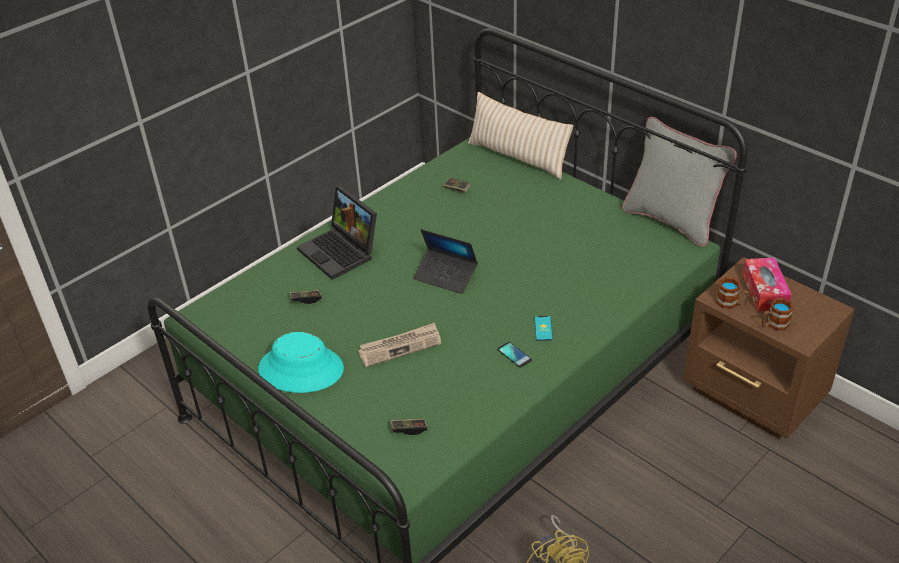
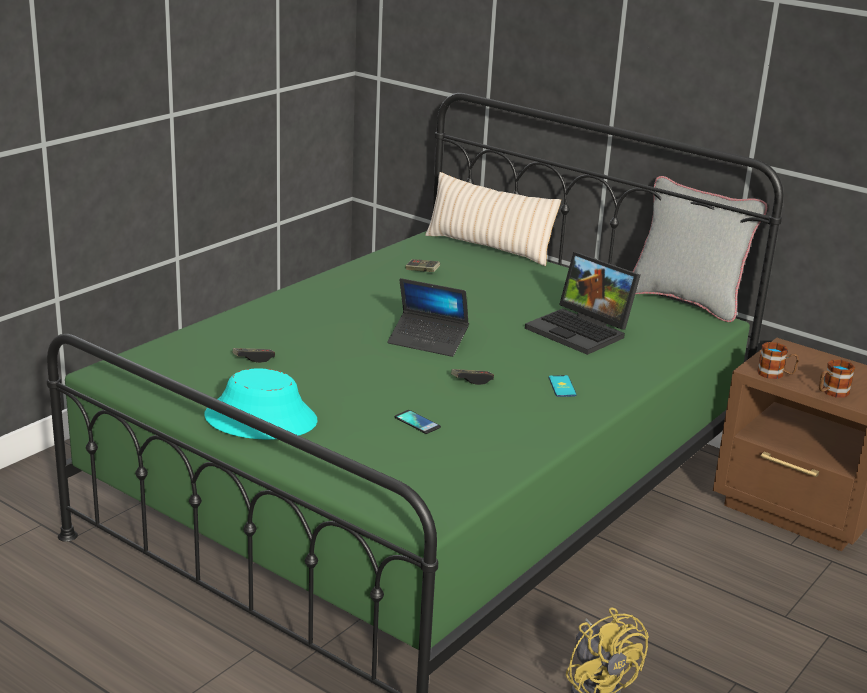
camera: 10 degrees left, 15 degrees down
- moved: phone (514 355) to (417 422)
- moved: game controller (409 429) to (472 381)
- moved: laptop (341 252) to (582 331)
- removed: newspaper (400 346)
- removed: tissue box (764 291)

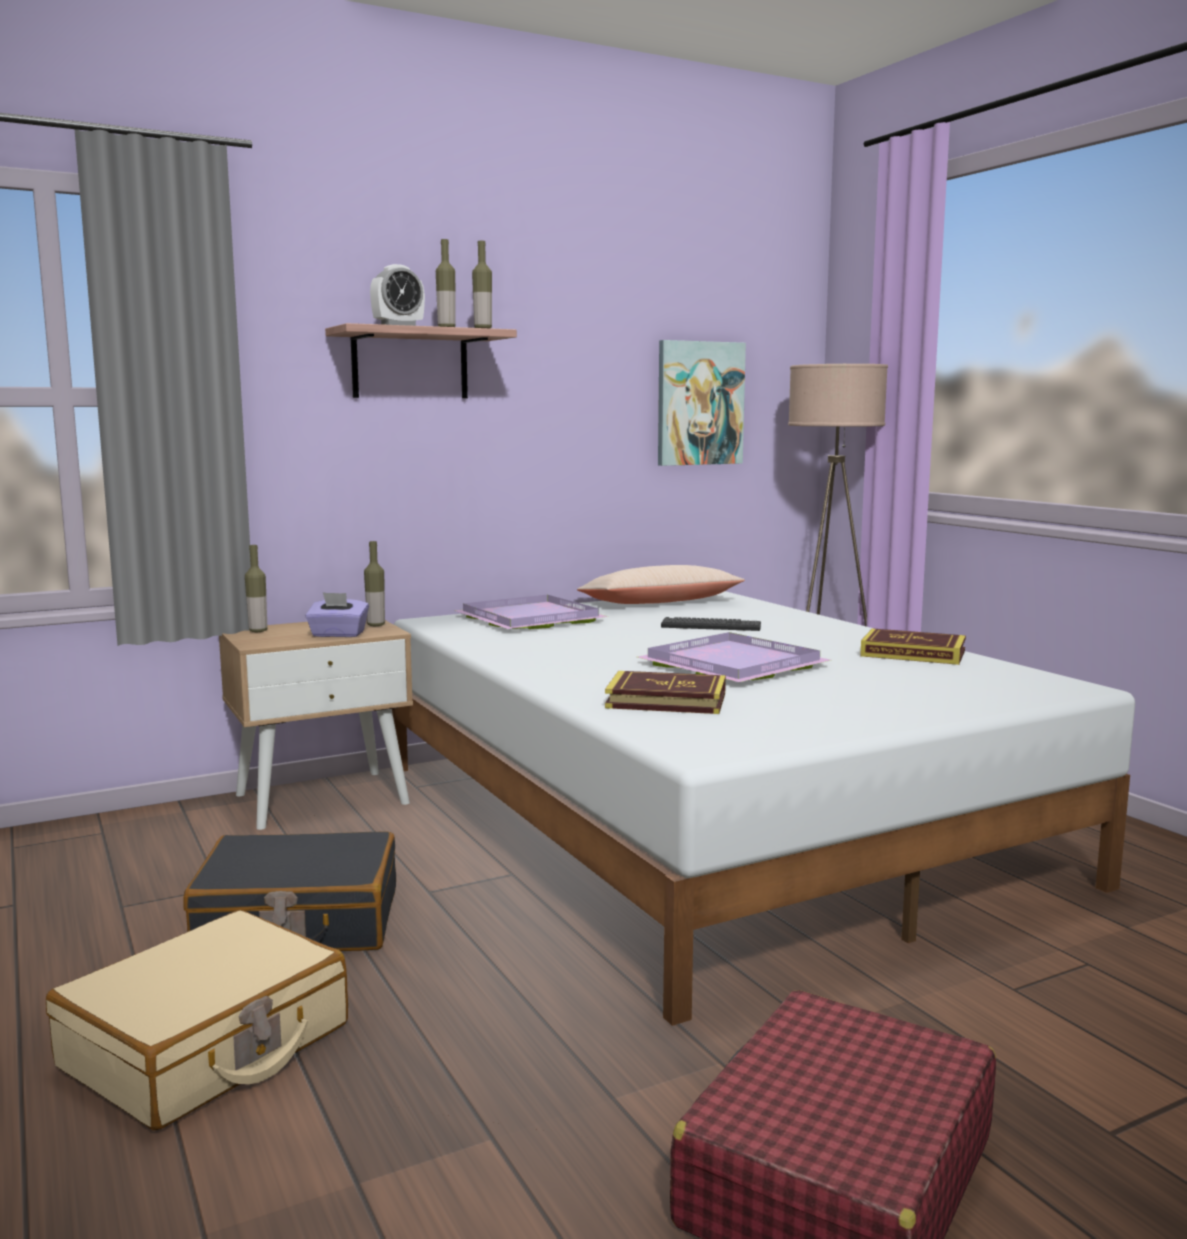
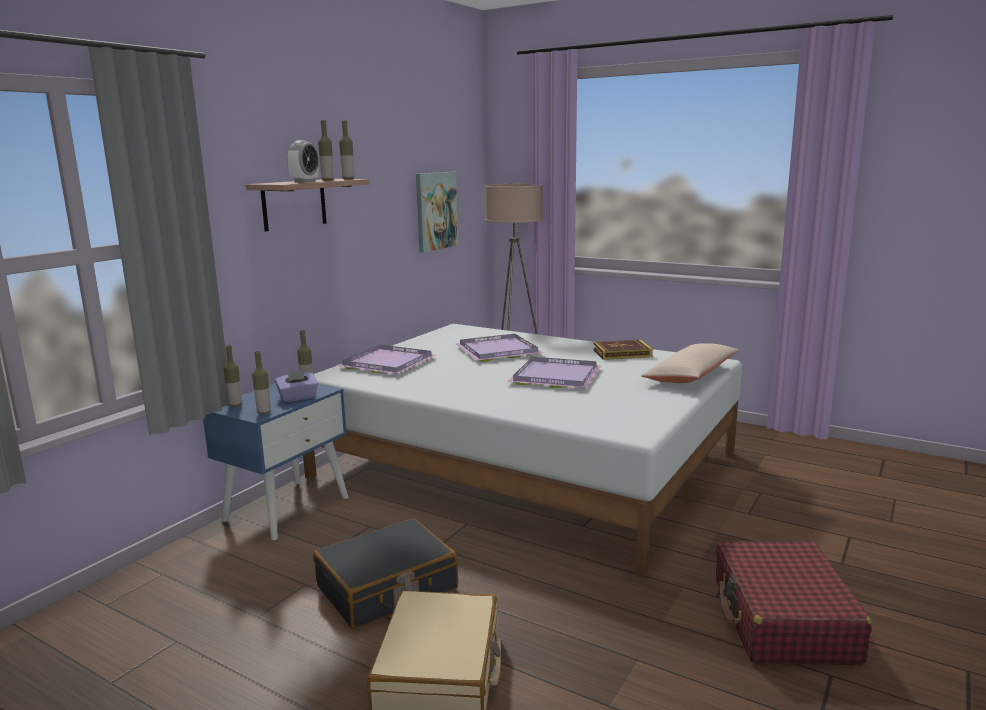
camera: 30 degrees left, 5 degrees up
- recoloured: nightstand (beige) (322 798) to nightstand (blue) (287 508)
- added: bottle (264 412)
- replaced: keyboard (711 626) to tray (purple) (497 351)
- moved: pillow (beige) (660 603) to (691 375)
- removed: book (666 700)

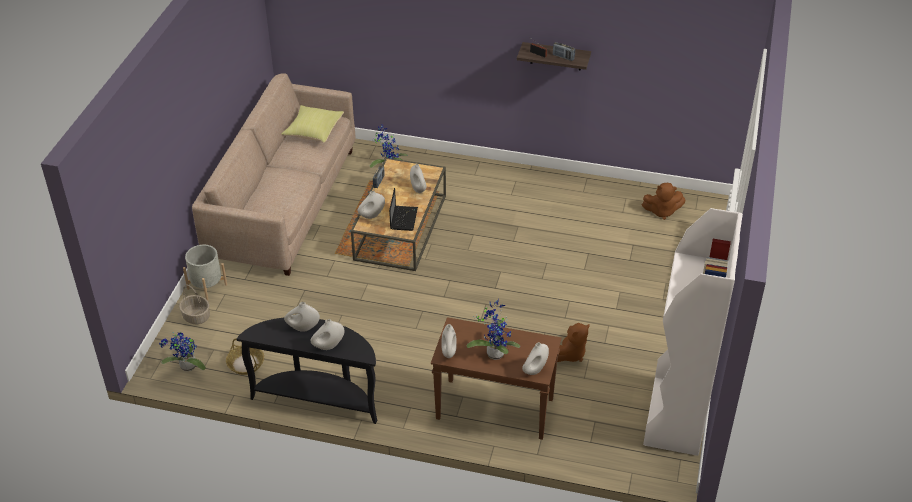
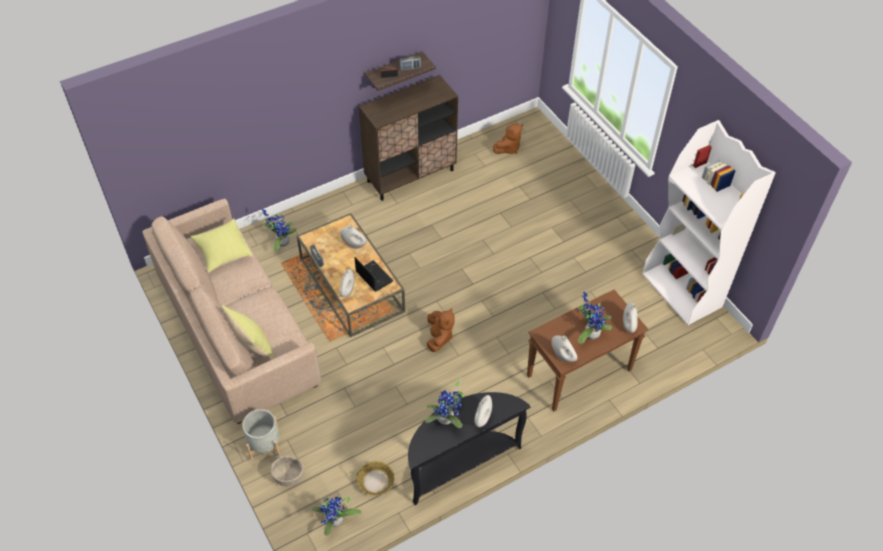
camera: 45 degrees left, 10 degrees up
- added: pillow (yellow) (251 345)
- added: cabinet (brown) (411 175)
- replaced: vase (white) (303 328) to potted plant (447 419)
- moved: plush toy (brown) (570 354) to (439 337)

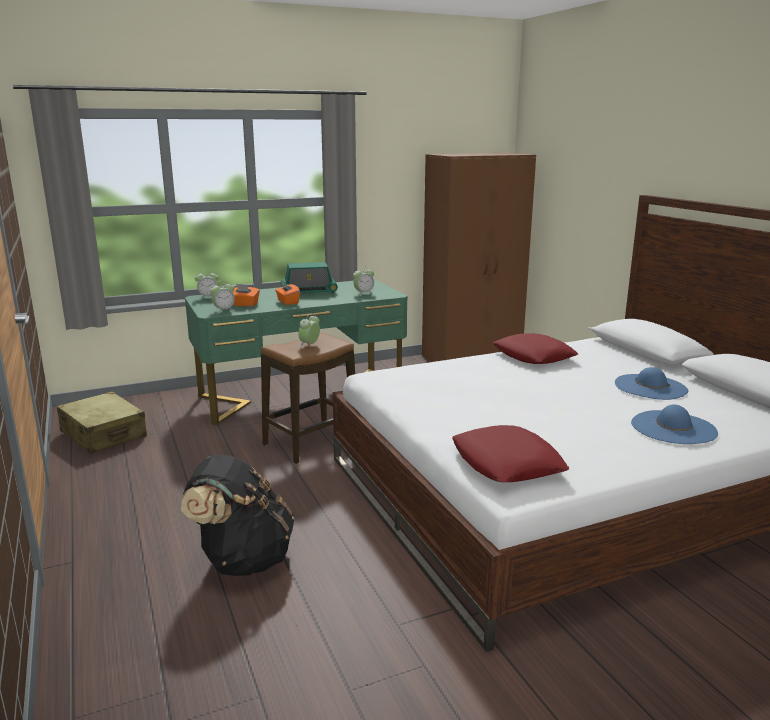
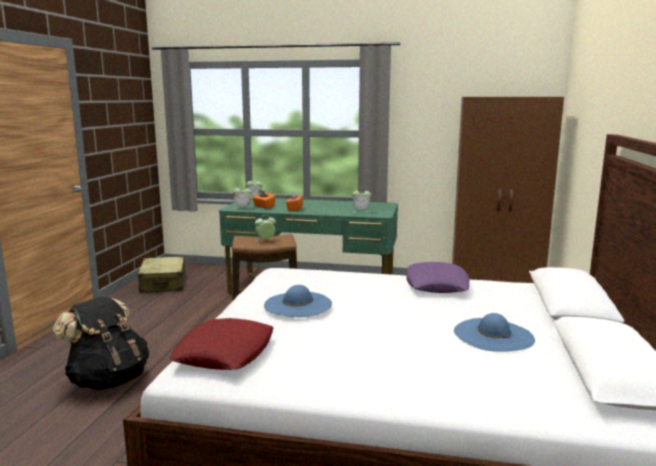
camera: 35 degrees right, 5 degrees down
- moved: hat (blue) (673 427) to (298 304)
- recoloured: pillow (red) (533 356) to pillow (purple) (437 285)
- removed: radio (309 292)

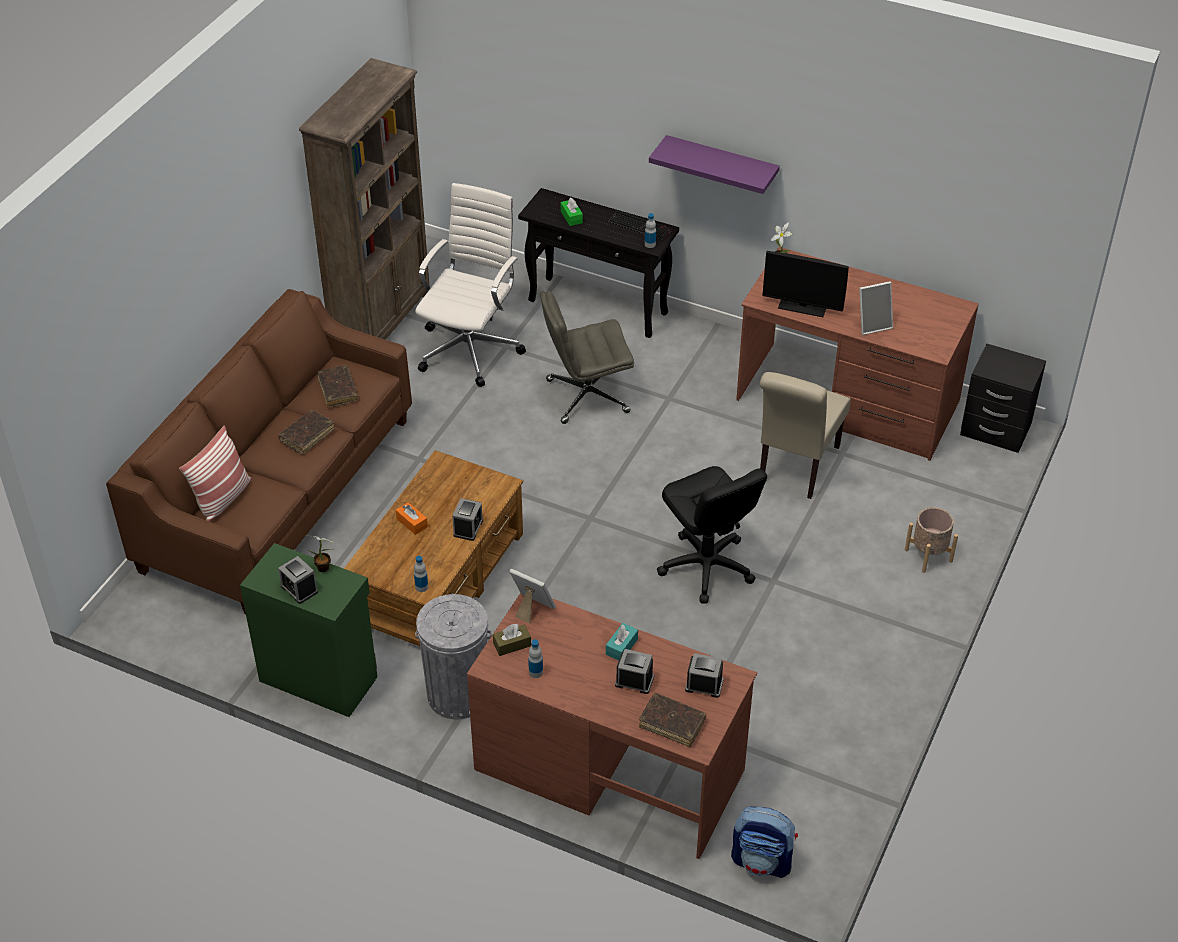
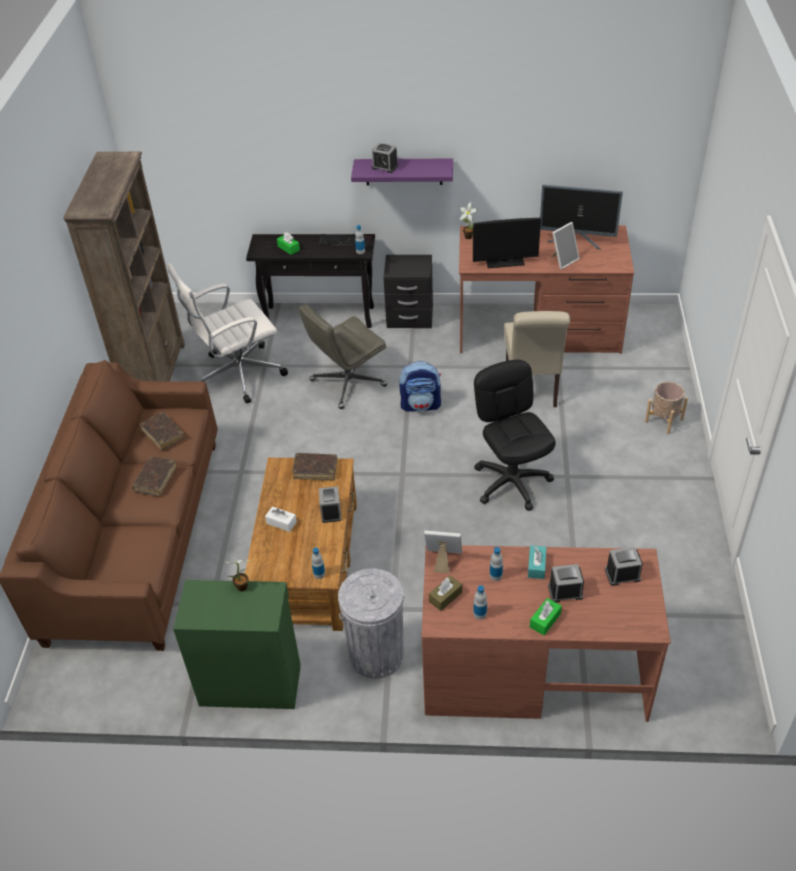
camera: 20 degrees left, 0 degrees up
- turned: office chair (white) (471 348) = (238 374) 120 degrees counterclockwise
- recoloured: tissue box (orange) (412 523) to tissue box (white) (281 523)
- moved: book (brown) (672 723) to (315 470)
- moved: alarm clock (299 589) to (385 167)
- moved: nightstand (black) (995 429) to (410 317)
- moved: backpack (762 861) to (421 405)
- turned: office chair (black) (706 567) = (512 482) 150 degrees counterclockwise
- added: bottle (496 576)
- added: tissue box (green) (545 620)
- added: monitor (577 240)
- removed: pillow (222 499)

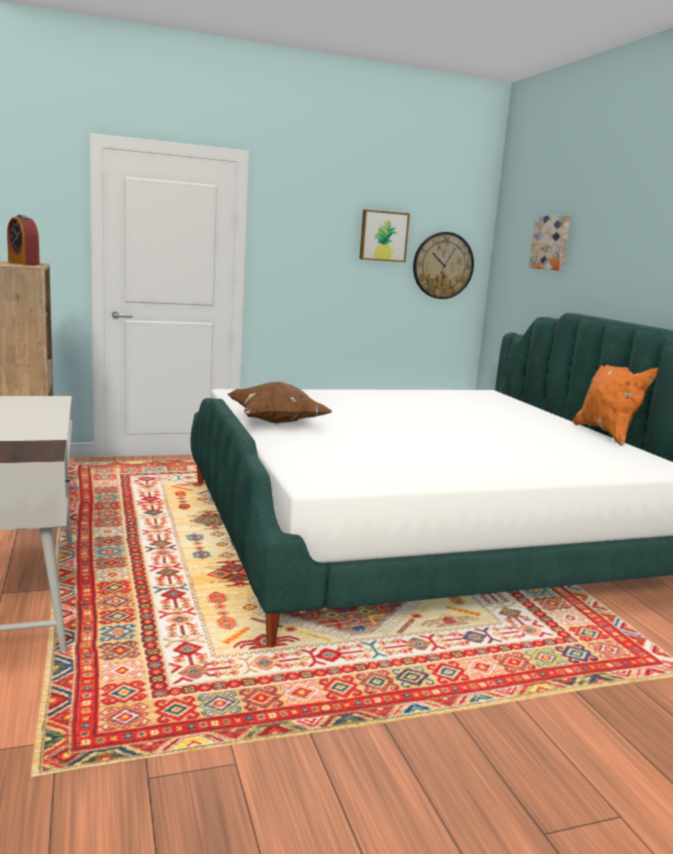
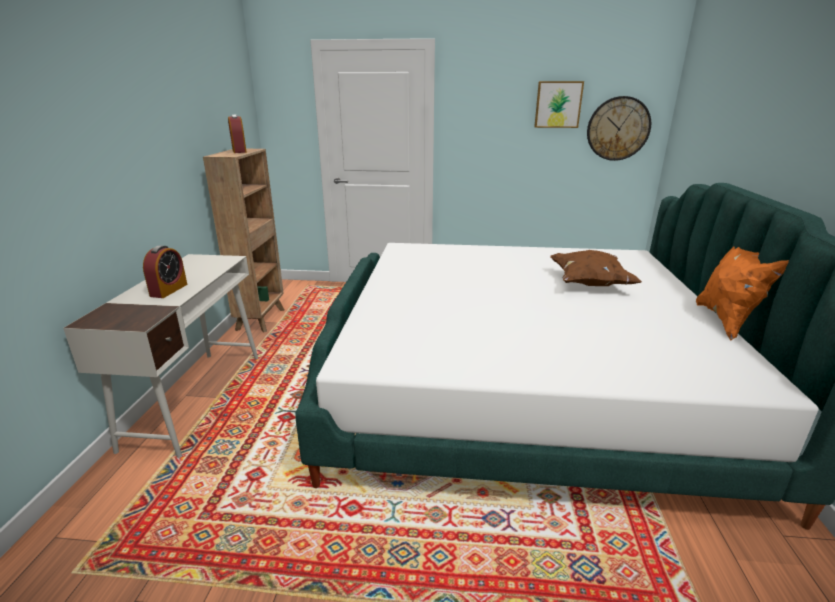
camera: 25 degrees right, 10 degrees up
- added: alarm clock (169 290)
- moved: pillow (brown) (275 422) to (589 283)
- removed: picture (551 243)

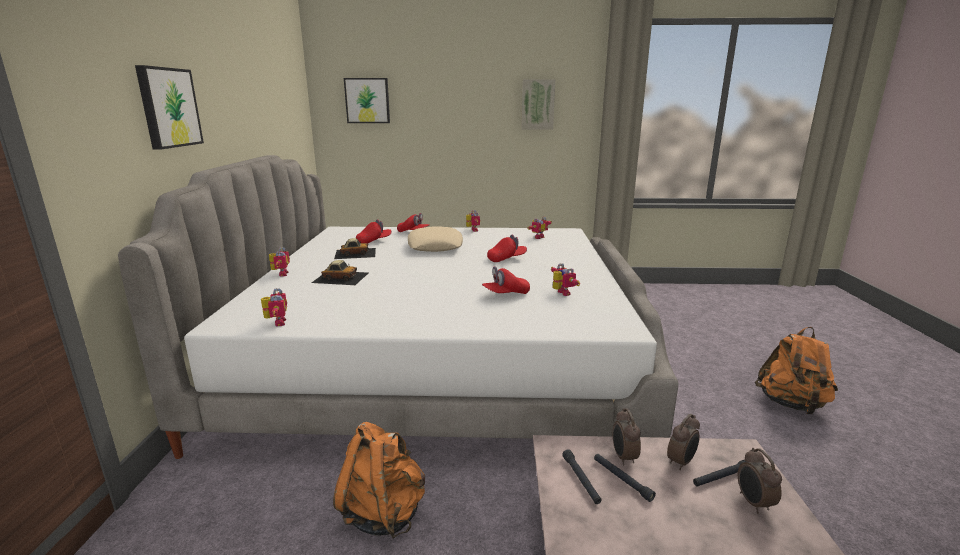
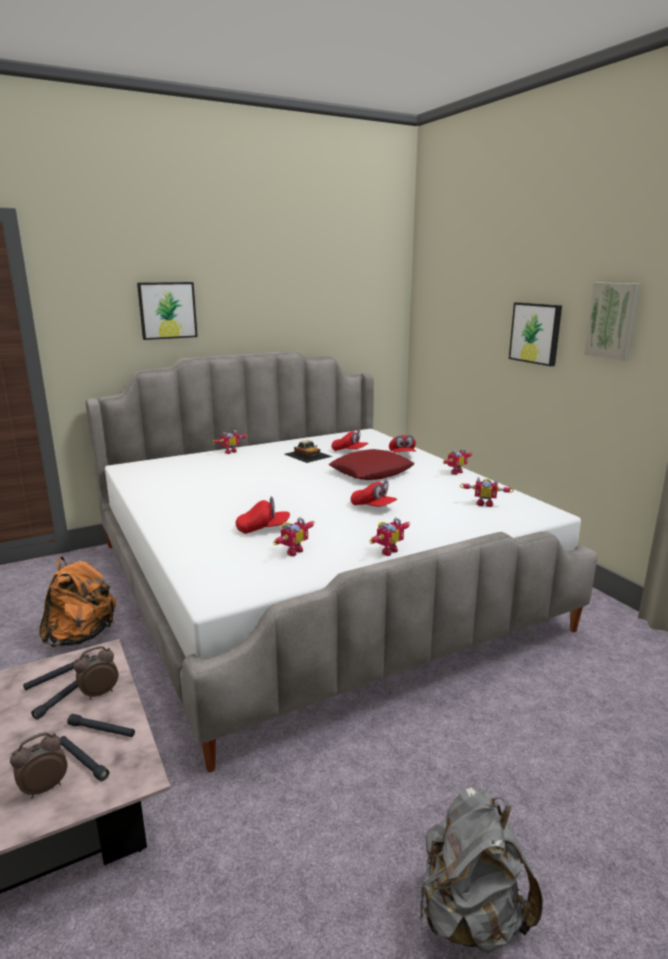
camera: 60 degrees right, 0 degrees up
- replaced: alarm clock (681 462) to flashlight (black) (102 730)
- turned: cap (red) (506 294) = (263 528) 135 degrees clockwise
- recoloured: pillow (beige) (435 246) to pillow (red) (371 472)
- moved: toy robot (276 323) to (387 551)
- recoloured: backpack (orange) (791 404) to backpack (grey) (470 914)
- moved: picture (367 100) to (536 333)
- removed: toy car (340 277)

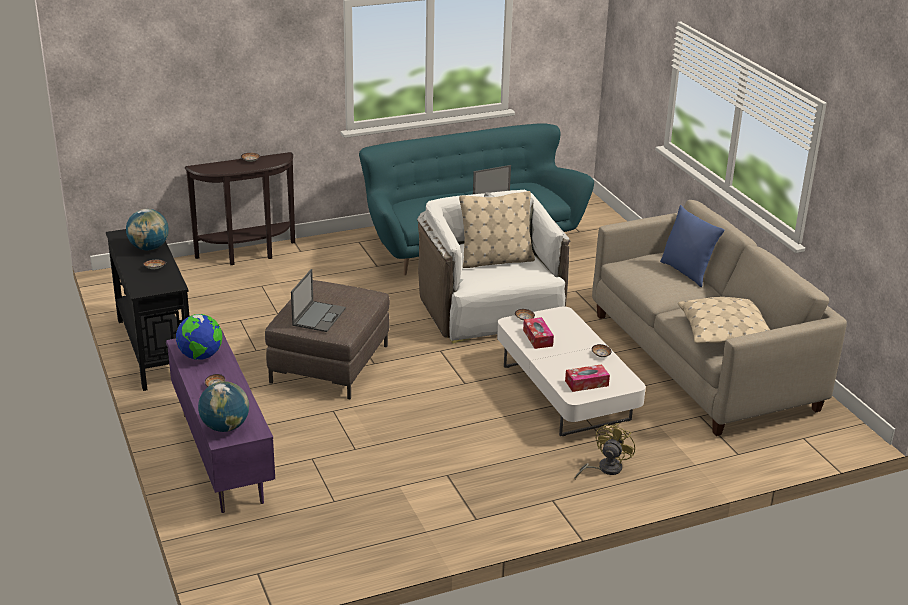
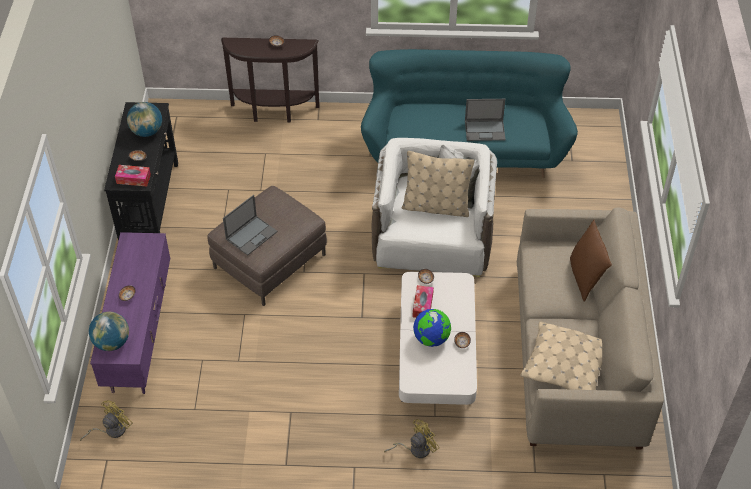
camera: 25 degrees right, 20 degrees up
- added: fan (yellow) (111 430)
- moved: tissue box (586 383) to (133 179)
- moved: globe (201 356) to (431 339)
- recoloured: pillow (blue) (687 272) to pillow (brown) (585 278)

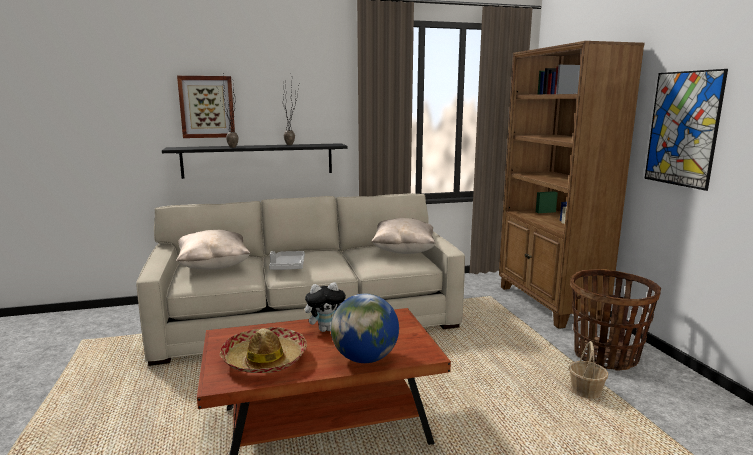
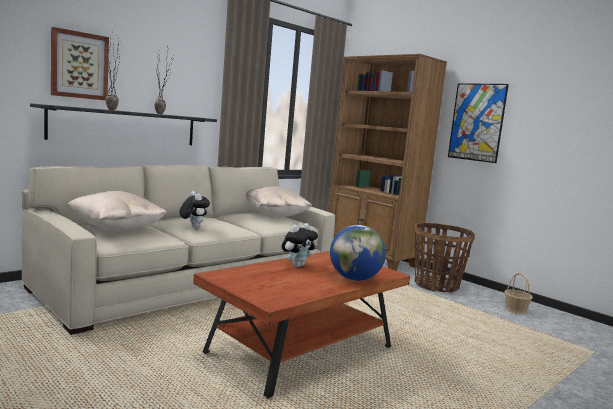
camera: 30 degrees left, 5 degrees down
- replaced: tray (grey) (288 266) to plush toy (193 227)
- moved: basket (586 391) to (515 310)
- removed: hat (264 359)

